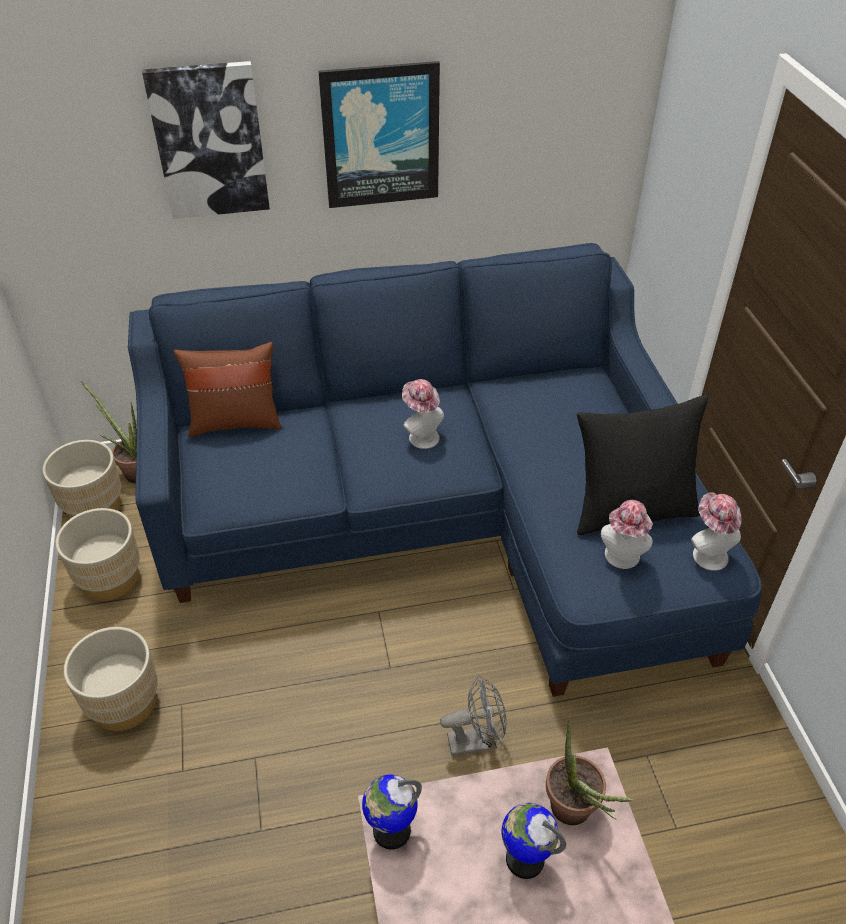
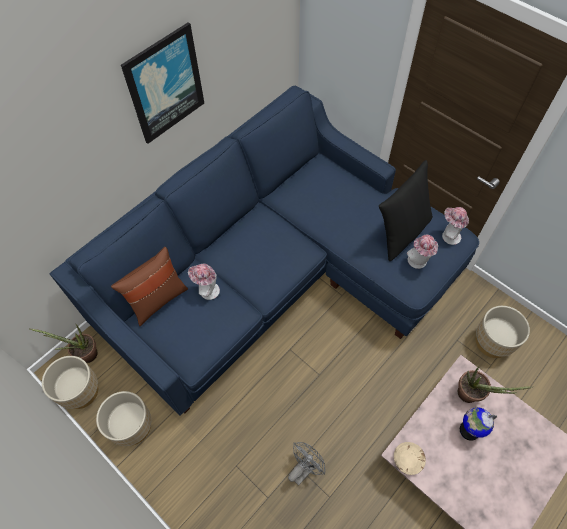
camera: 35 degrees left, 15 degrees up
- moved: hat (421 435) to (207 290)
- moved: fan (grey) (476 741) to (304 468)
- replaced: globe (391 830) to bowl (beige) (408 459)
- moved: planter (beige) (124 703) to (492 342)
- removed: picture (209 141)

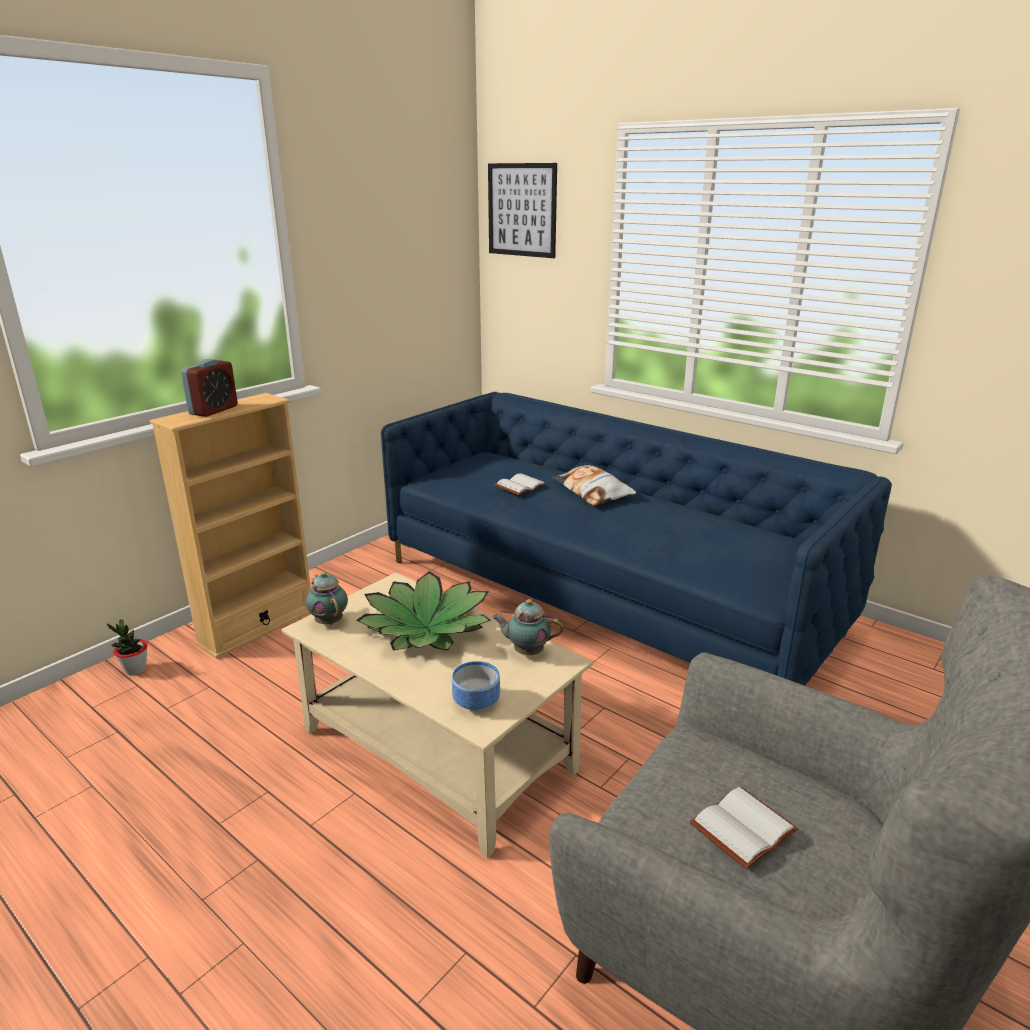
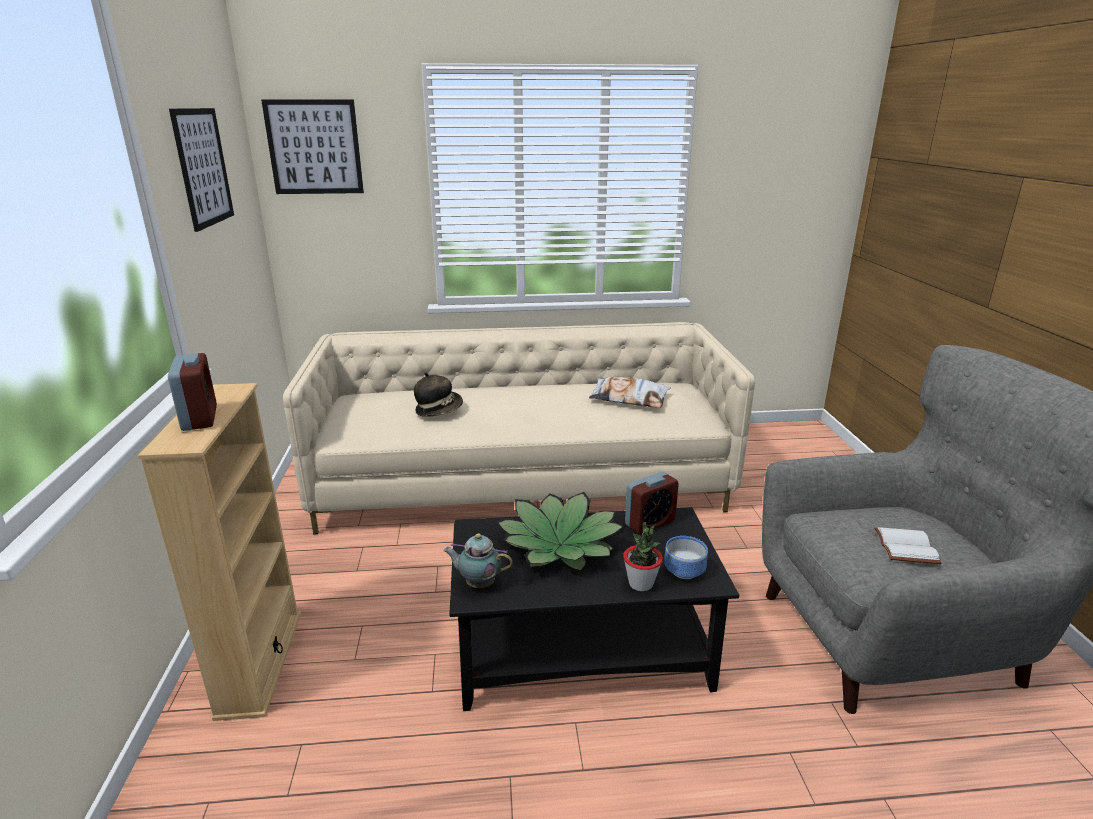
camera: 45 degrees left, 0 degrees up
- added: picture (203 167)
- recoloured: sofa (blue) (604 595) to sofa (beige) (523 481)
- replaced: book (white) (520 485) to hat (439 410)
- recoloured: coffee table (beige) (440 751) to coffee table (black) (584 650)
- moved: pillow (593 492) to (629 398)
- moved: potted plant (135 670) to (641 584)
- replaced: teapot (526 651) to alarm clock (649 523)

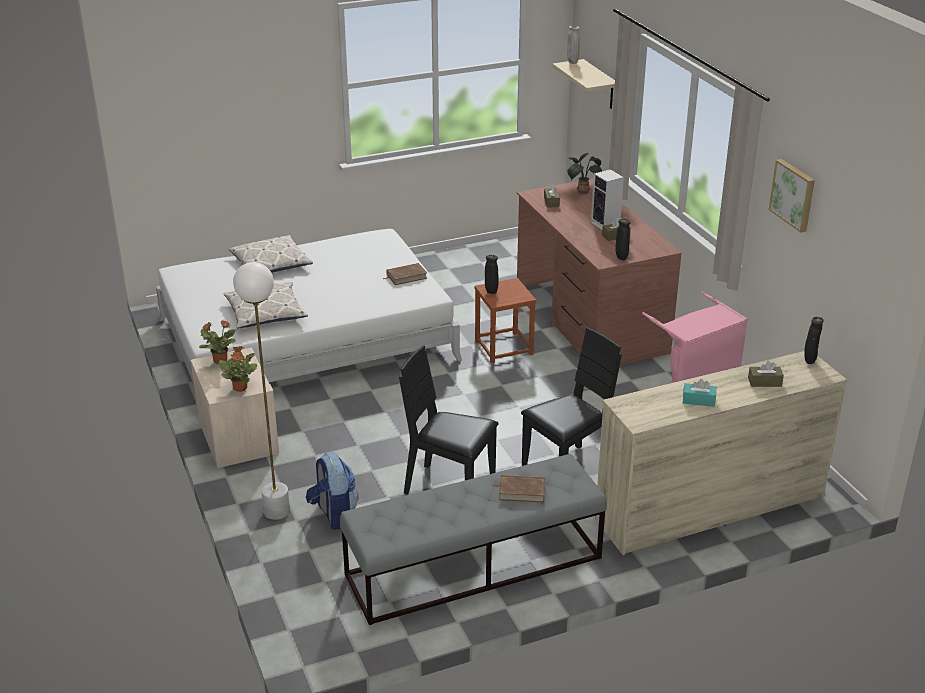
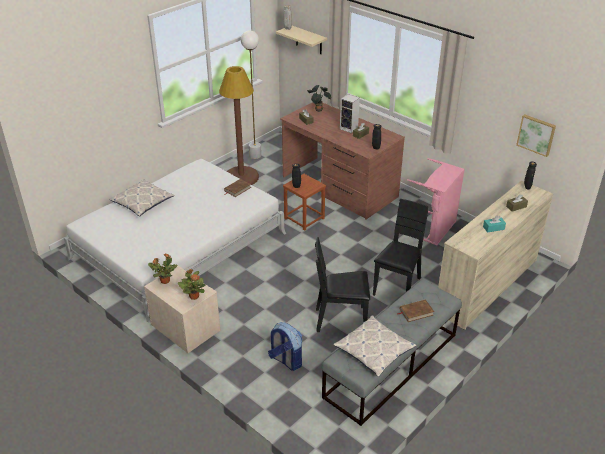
camera: 25 degrees left, 5 degrees up
- added: floor lamp (brown) (241 177)
- moved: floor lamp (white) (276 511) to (255 155)
- moved: pillow (266 312) to (374 350)
- moved: picture (793 194) to (536 134)

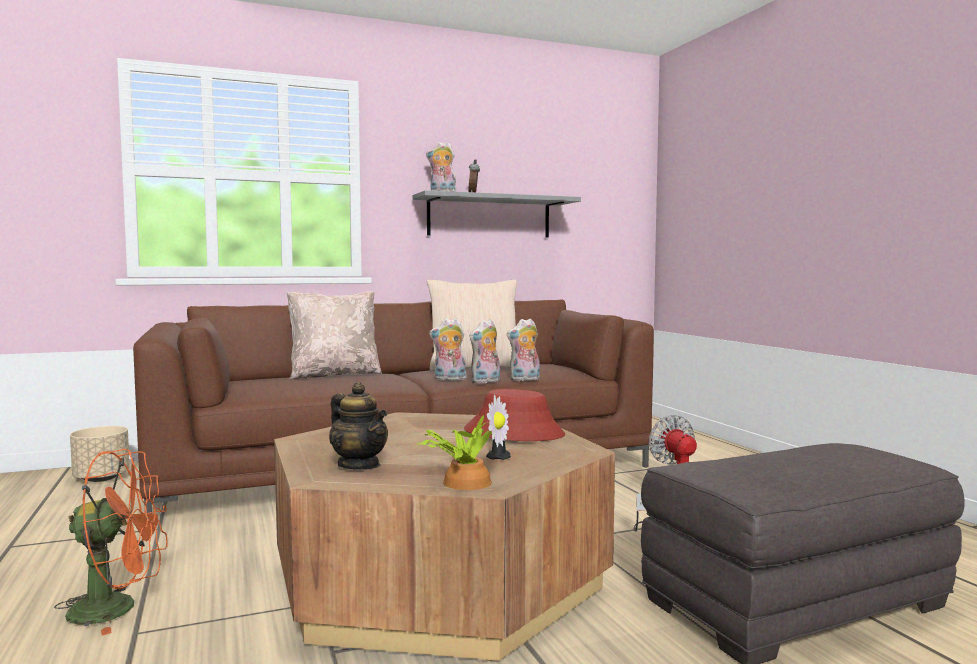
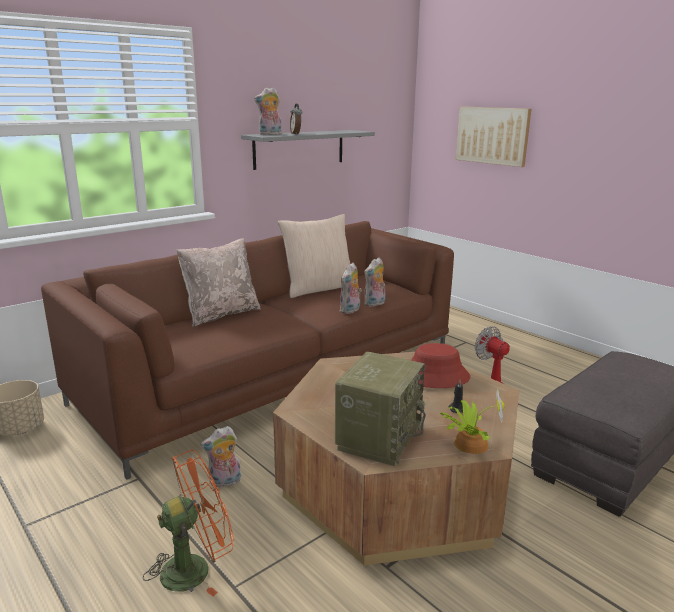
camera: 20 degrees left, 15 degrees up
- moved: plush toy (449 379) to (224 482)
- replaced: teapot (359 465) to radio (378 437)
- added: picture (492 135)

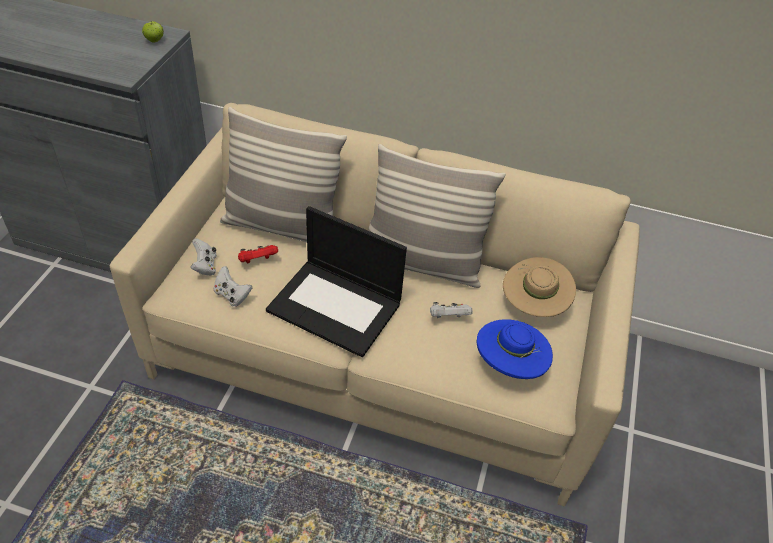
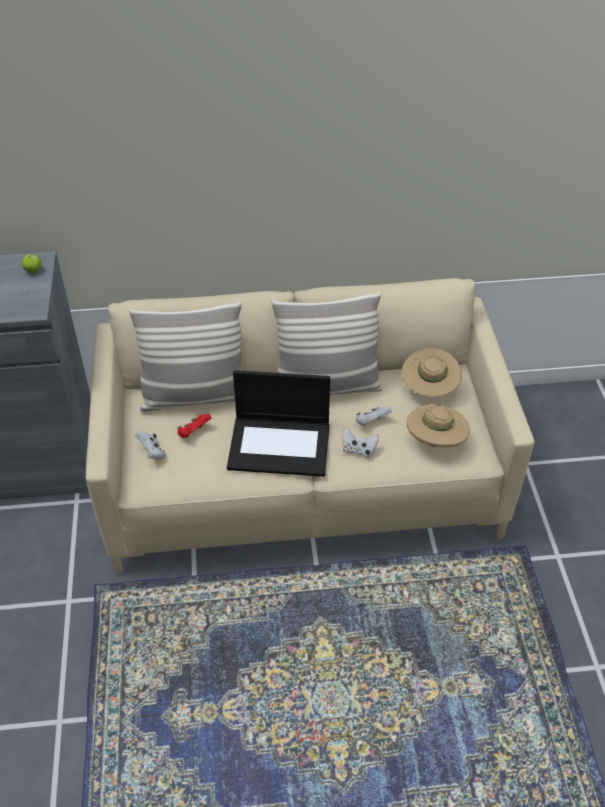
camera: 20 degrees left, 0 degrees up
- moved: game controller (white) (232 295) to (358 450)
- recoloured: hat (blue) (509 365) to hat (beige) (435 441)

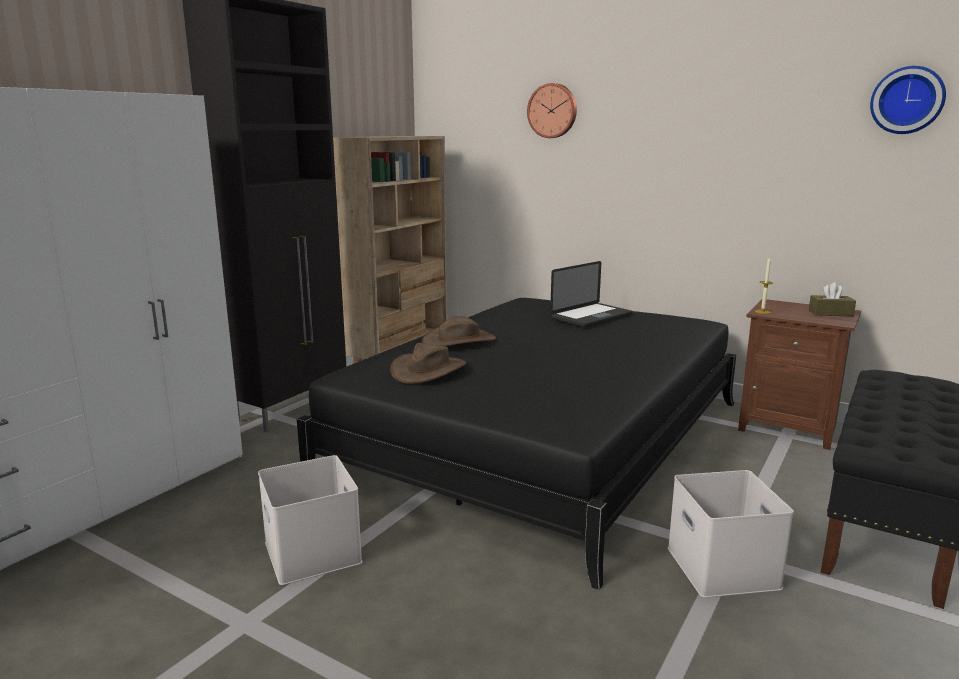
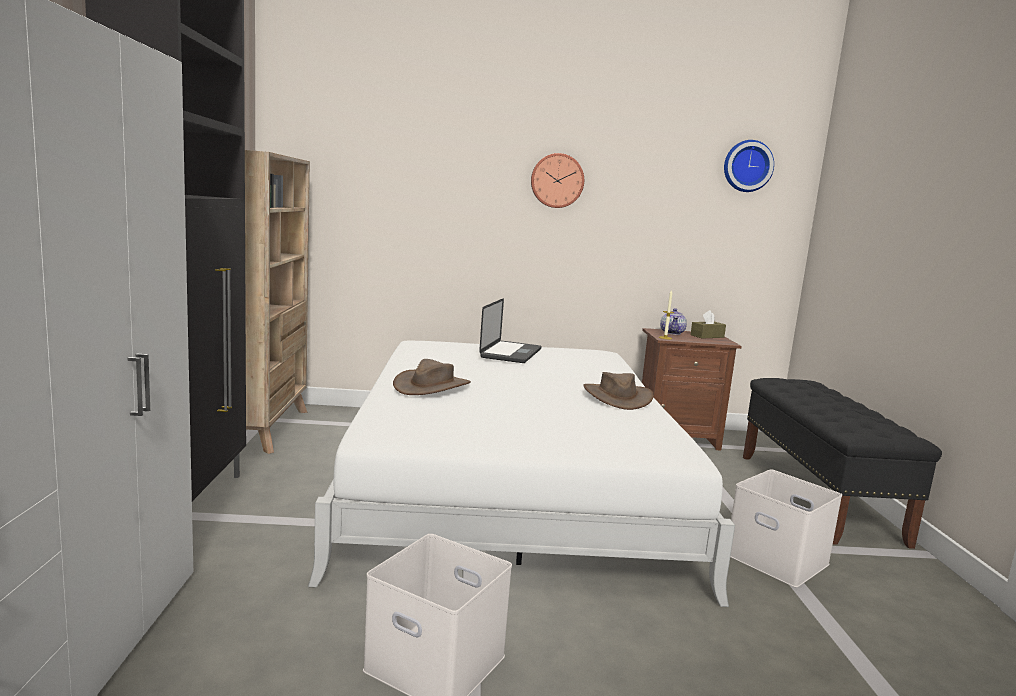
camera: 35 degrees left, 5 degrees down
- recoloured: bed (black) (541 438) to bed (white) (510 481)
- moved: wall clock (553 111) to (557 180)
- moved: hat (brown) (428 370) to (617 397)
- added: teapot (672 333)

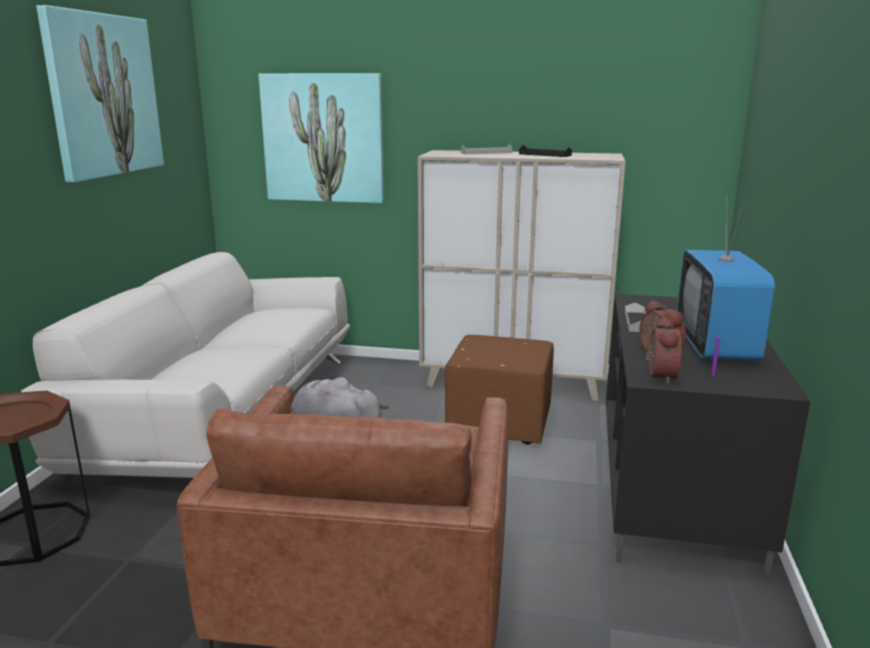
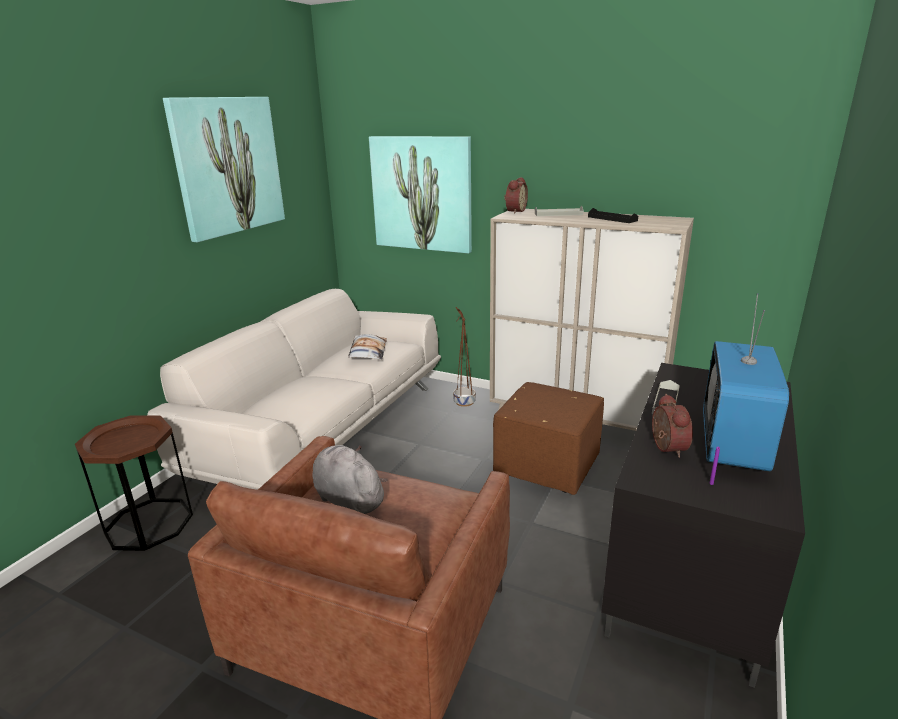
camera: 15 degrees right, 5 degrees up
- added: pillow (367 352)
- added: planter (brown) (464 402)
- moved: alarm clock (658 376) to (514 211)

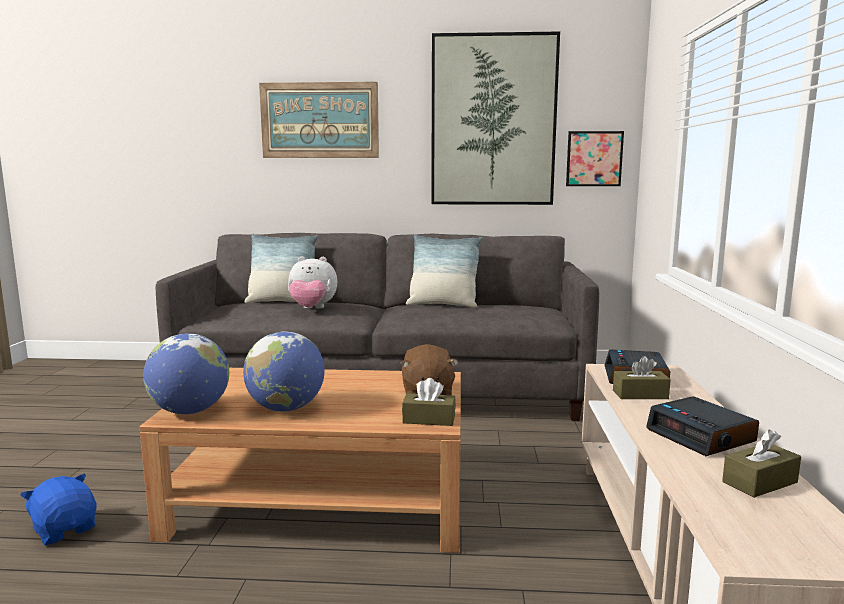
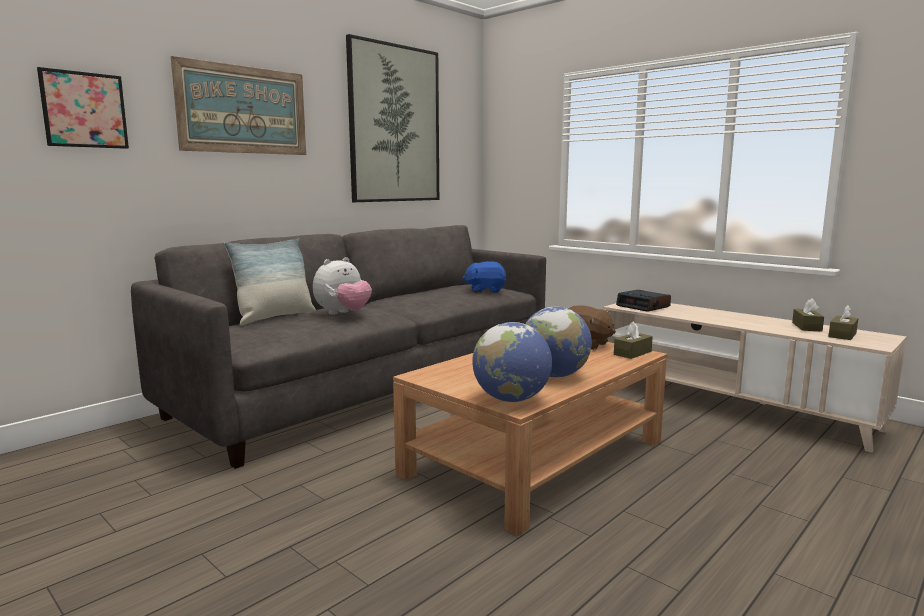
camera: 50 degrees left, 0 degrees up
- moved: picture (594 158) to (84 110)
- moved: plush toy (blue) (65 529) to (485 291)
- moved: tissue box (brown) (640 394) to (842 335)
- removed: pillow (443 305)
- removed: alarm clock (701 436)

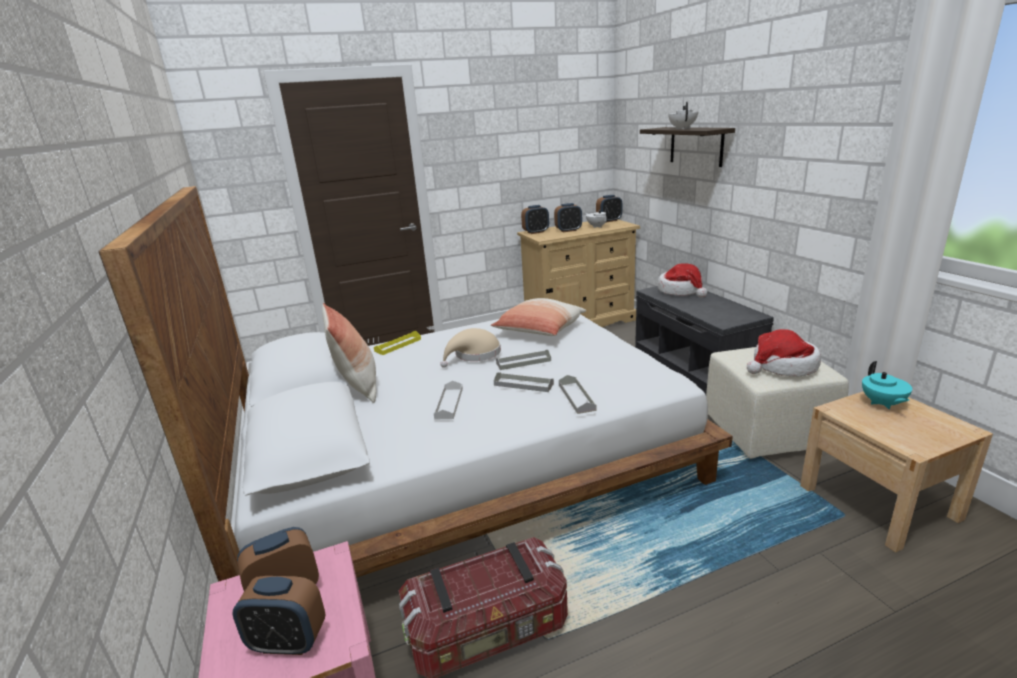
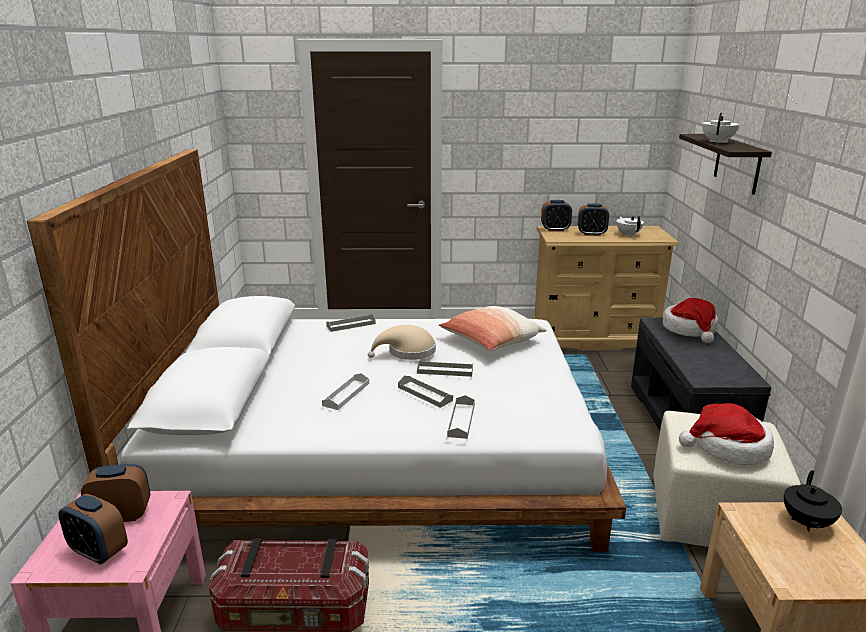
camera: 20 degrees right, 0 degrees up
- recoloured: tray (yellow) (398 345) to tray (grey) (351 325)
- recoloured: teapot (turquoise) (882 404) to teapot (black) (806 523)
- removed: pillow (358 386)
- removed: alarm clock (609 221)

